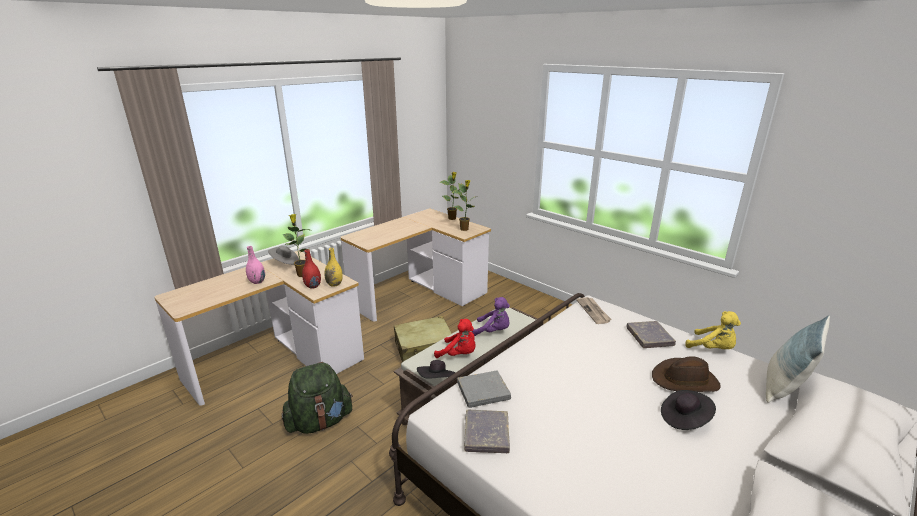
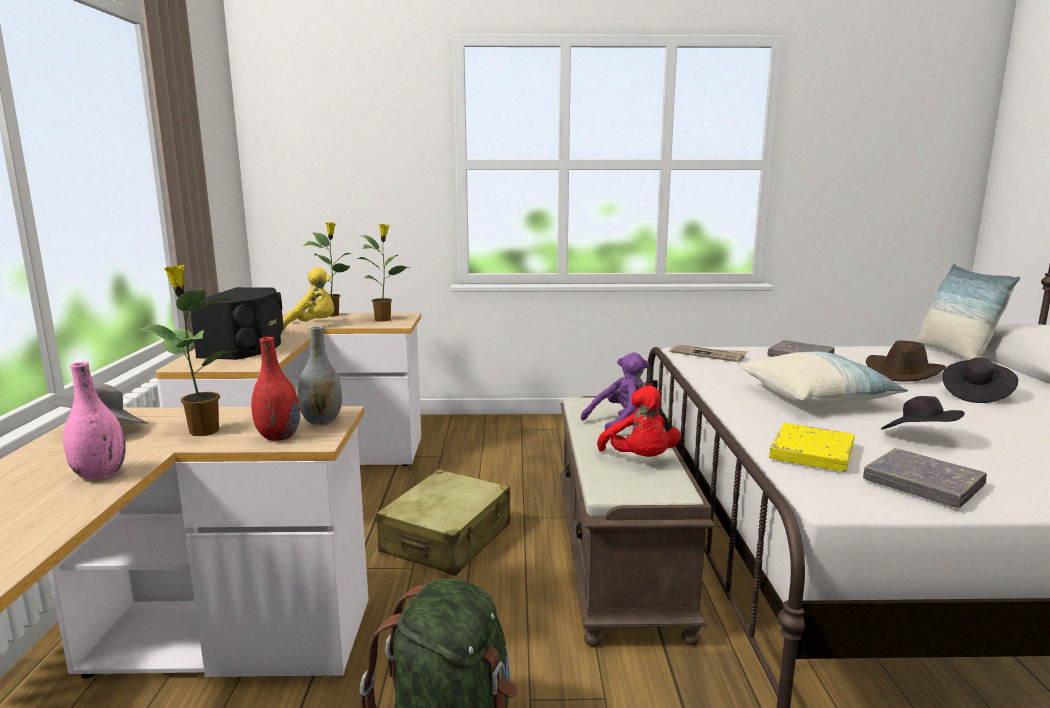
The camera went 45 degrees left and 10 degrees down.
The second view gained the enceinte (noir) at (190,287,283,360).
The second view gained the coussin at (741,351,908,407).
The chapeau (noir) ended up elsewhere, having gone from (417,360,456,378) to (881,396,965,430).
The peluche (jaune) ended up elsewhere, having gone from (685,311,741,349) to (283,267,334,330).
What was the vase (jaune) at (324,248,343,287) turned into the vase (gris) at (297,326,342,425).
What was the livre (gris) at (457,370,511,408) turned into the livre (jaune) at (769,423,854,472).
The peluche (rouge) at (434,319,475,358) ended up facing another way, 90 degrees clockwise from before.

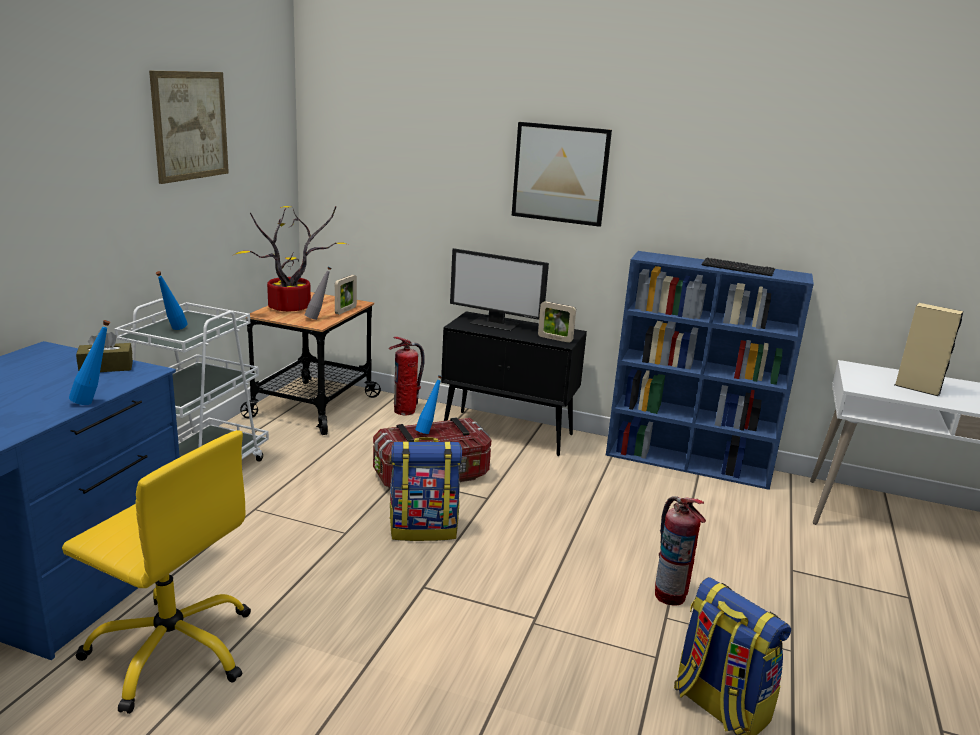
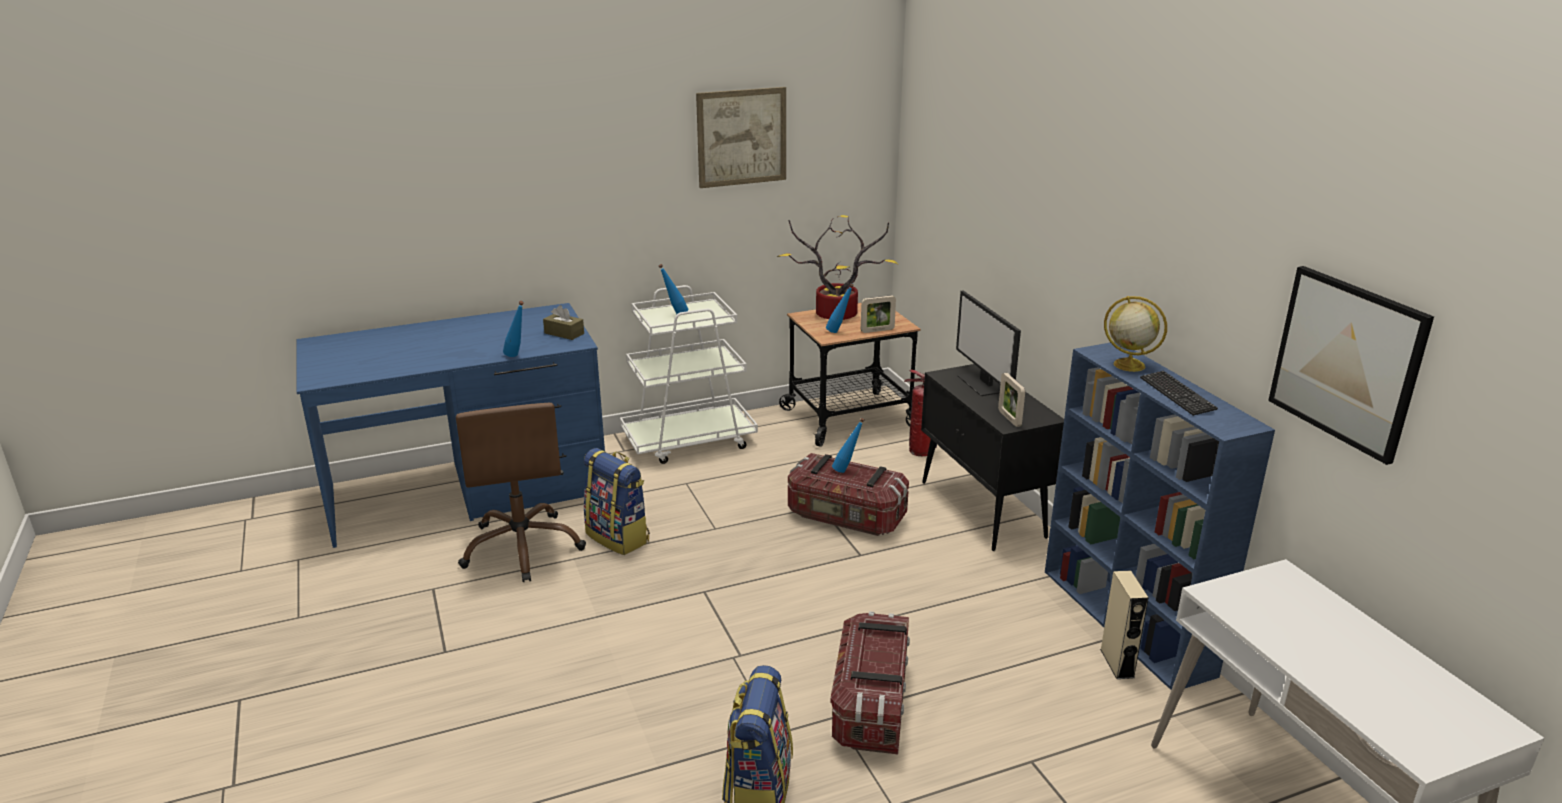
The camera went 50 degrees right and 5 degrees up.
The second view gained the globe at (1104,296,1167,372).
The sac à dos ended up elsewhere, having gone from (390,437,462,541) to (584,448,650,555).
The tableau ended up elsewhere, having gone from (512,122,612,227) to (1268,266,1434,465).
The enceinte (beige) ended up elsewhere, having gone from (895,303,963,397) to (1100,570,1149,679).
Where the extincteur stood at (655,496,706,606), the boîte de rangement came to stand at (830,611,910,754).
What was the chaise de bureau (jaune) at (62,430,251,714) turned into the chaise de bureau (marron) at (456,403,586,582).
What was the bouteille (gris) at (305,267,331,320) turned into the bouteille (bleu) at (826,283,854,333).

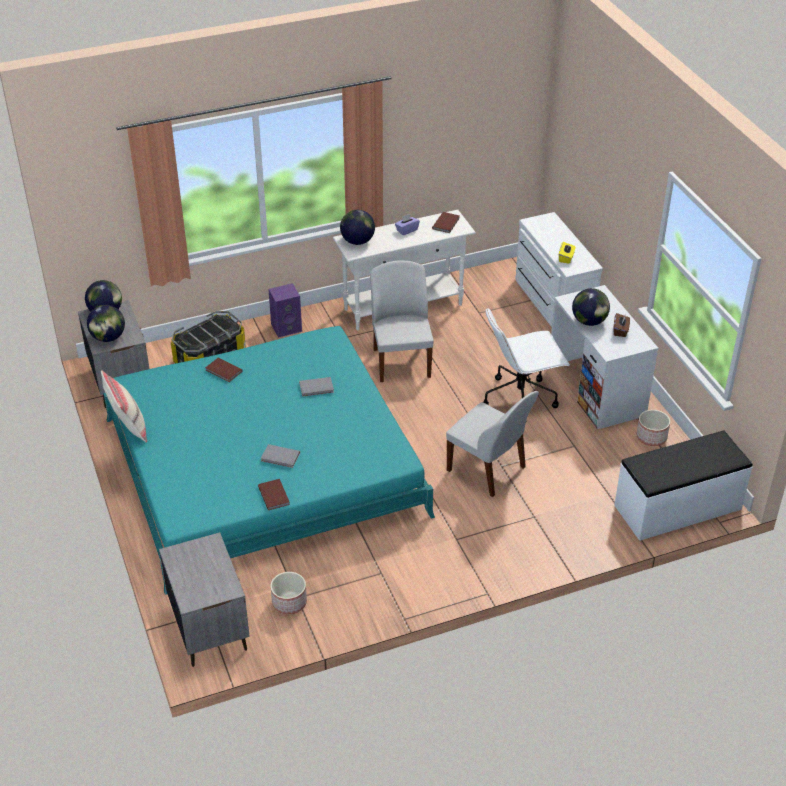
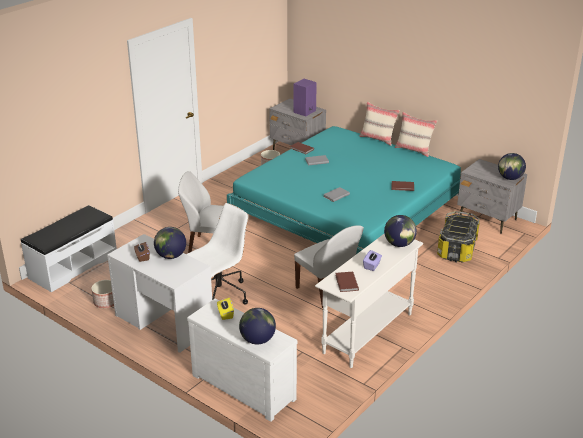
The camera went 150 degrees right and 10 degrees down.
The second view gained the coussin (beige) at (359,102,400,146).
The globe ended up elsewhere, having gone from (87,305,125,342) to (239,308,276,345).
The enceinte (violet) ended up elsewhere, having gone from (268,283,302,338) to (293,79,317,116).

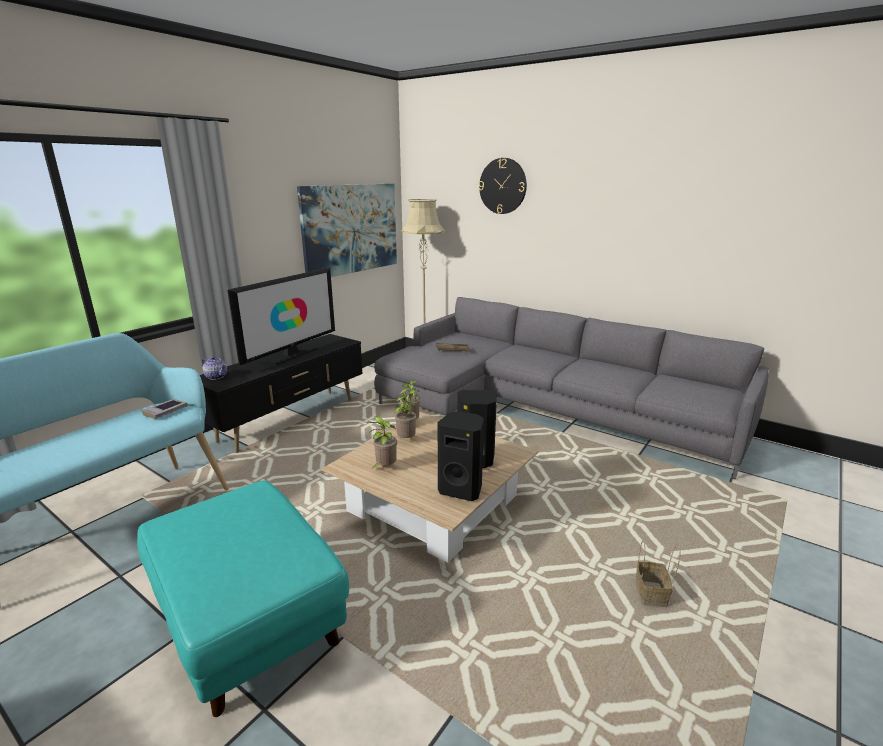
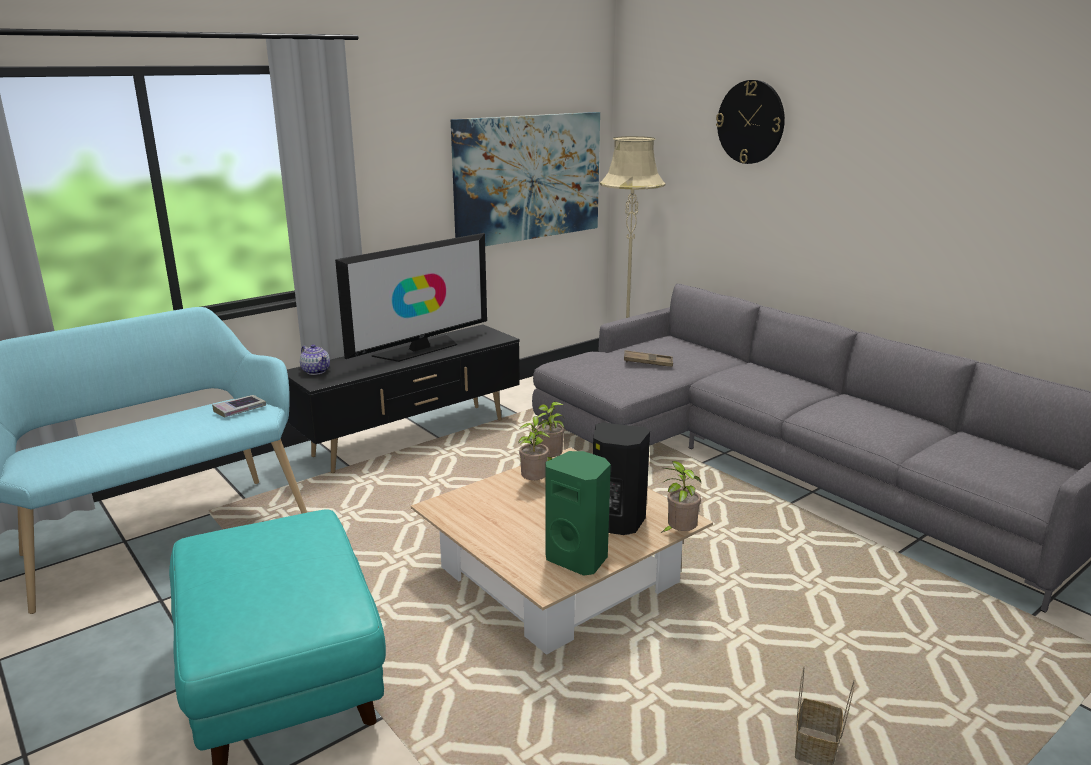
The camera went 15 degrees right and 0 degrees up.
The plante en pot ended up elsewhere, having gone from (367,416,397,468) to (661,461,701,533).
What was the enceinte (noir) at (438,412,484,501) turned into the enceinte (vert) at (546,451,611,576).

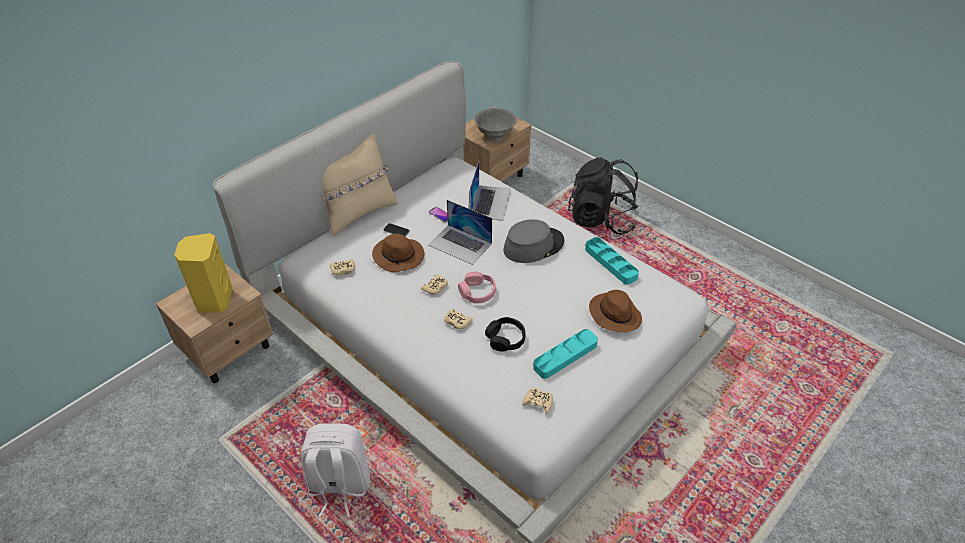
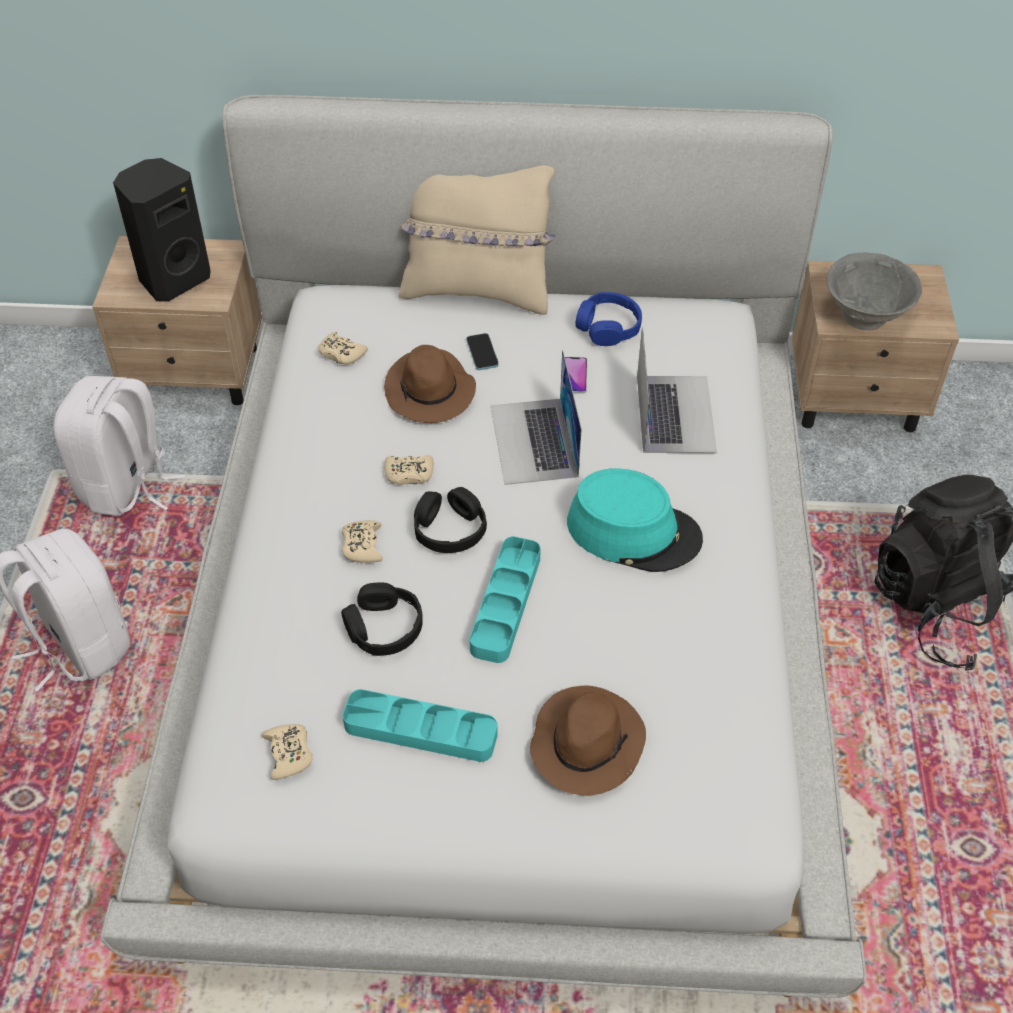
The camera went 50 degrees right and 5 degrees up.
The second view gained the sac à dos (blanc) at (53,376,186,516).
The second view gained the casque audio (bleu) at (575,292,642,346).
The plateau (turquoise) ended up elsewhere, having gone from (585,237,639,285) to (469,536,541,663).
What was the enceinte (jaune) at (174,233,233,313) turned into the enceinte (noir) at (113,158,211,302).
What was the casque audio (rose) at (458,272,496,303) turned into the casque audio (noir) at (414,487,487,553).
What was the chapeau (gris) at (503,219,564,263) turned into the chapeau (turquoise) at (567,468,703,572).
The ordinateur portable at (469,161,511,221) ended up facing another way, 60 degrees counterclockwise from before.

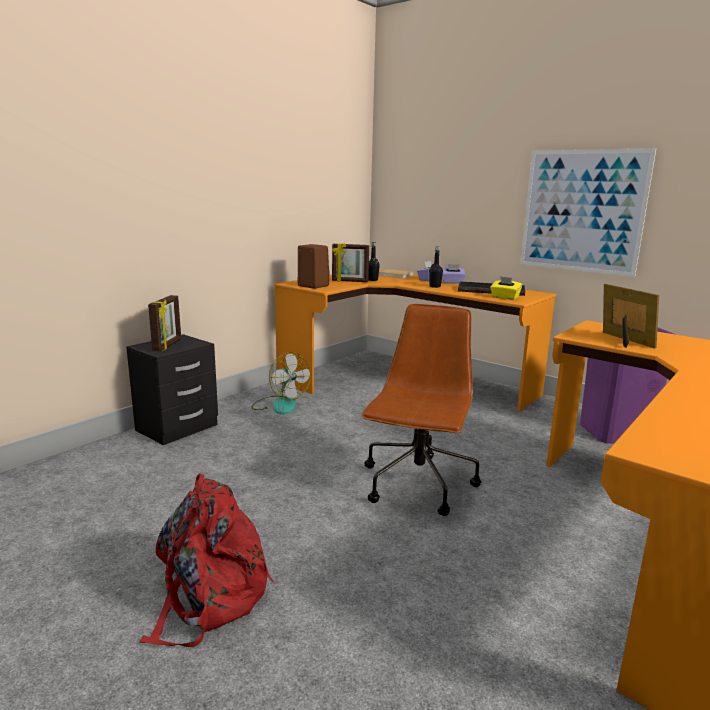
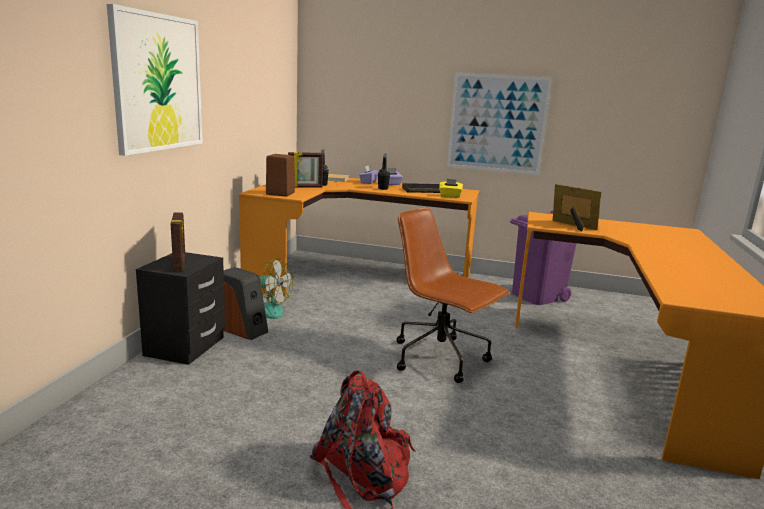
The camera went 25 degrees left and 0 degrees up.
The second view gained the tableau at (107,4,203,156).
The second view gained the enceinte at (223,267,268,340).
The chaise de bureau (marron) at (361,304,482,516) ended up facing another way, 45 degrees counterclockwise from before.

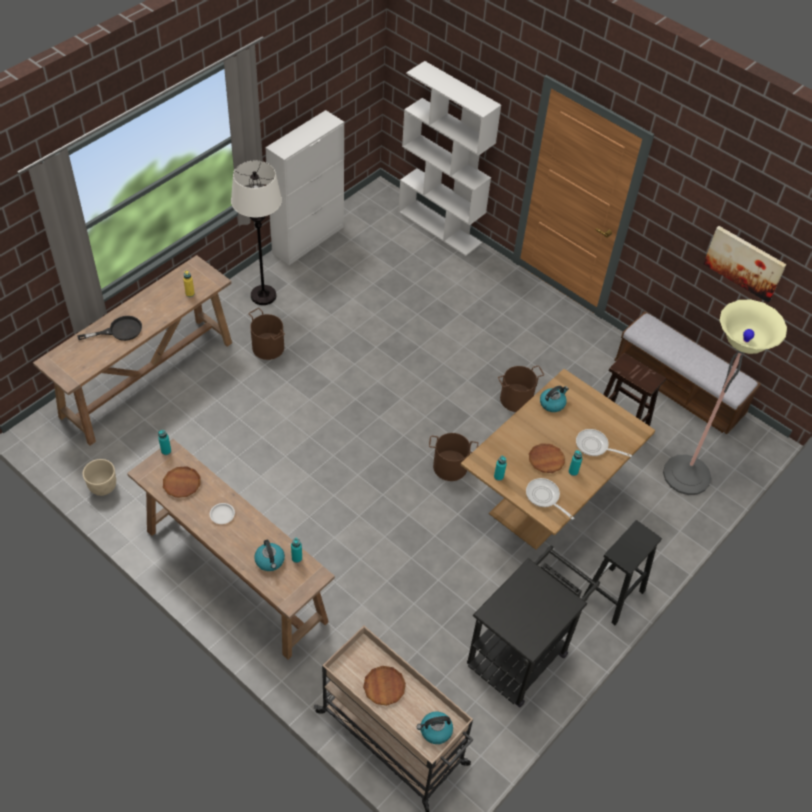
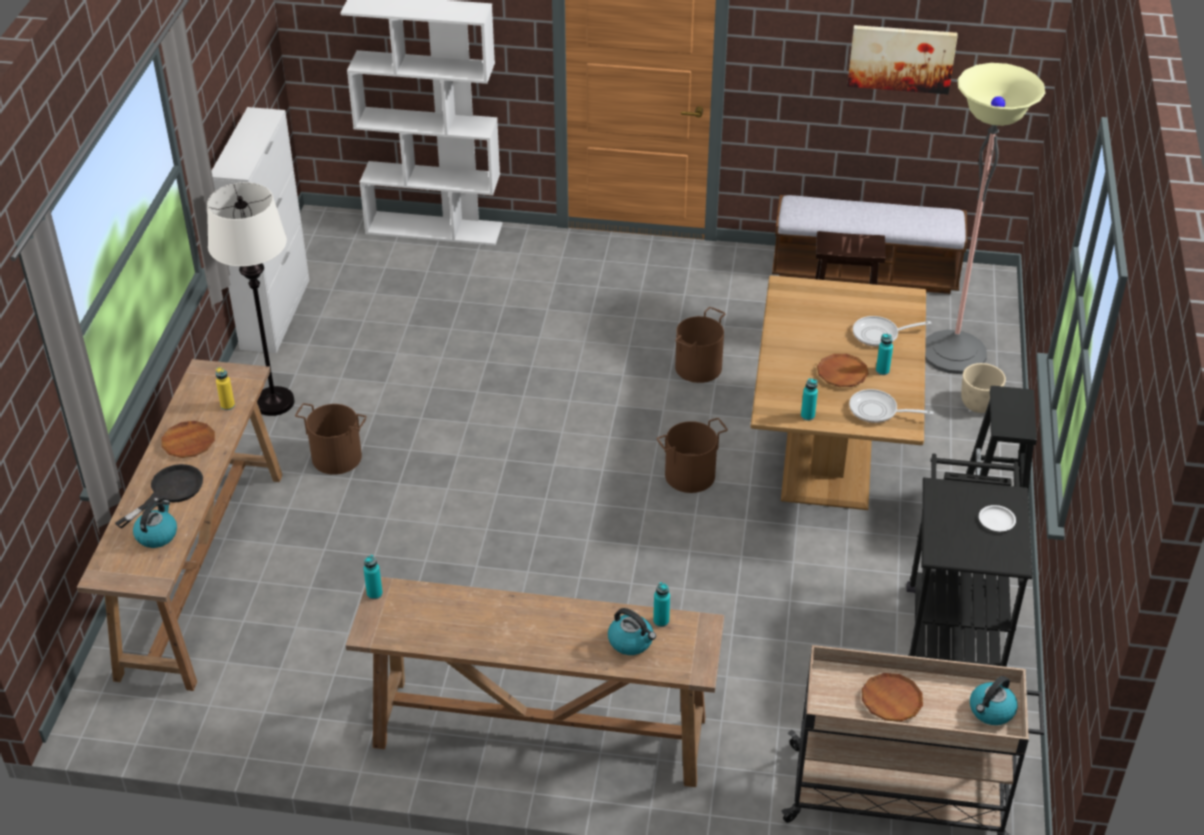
The camera went 30 degrees left and 10 degrees down.
The cache-pot (beige) ended up elsewhere, having gone from (83,459,116,496) to (961,363,1006,413).
The assiette (marron) ended up elsewhere, having gone from (163,466,201,498) to (161,421,215,458).
The assiette (blanc) ended up elsewhere, having gone from (210,503,235,524) to (979,505,1016,531).
The bouilloire ended up elsewhere, having gone from (540,386,569,412) to (133,500,177,548).

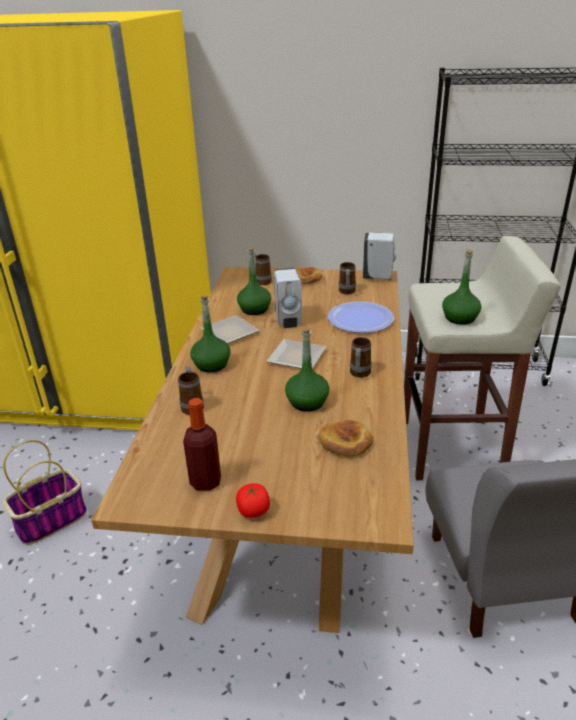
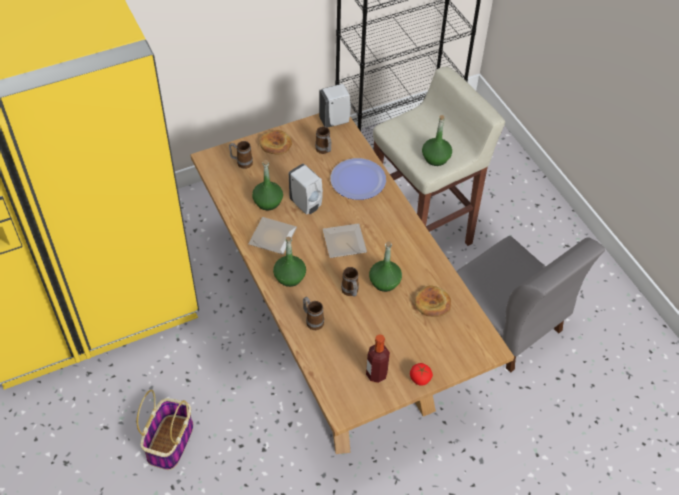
The camera went 35 degrees left and 20 degrees up.
The mug ended up elsewhere, having gone from (350,337,371,378) to (341,267,359,296).

